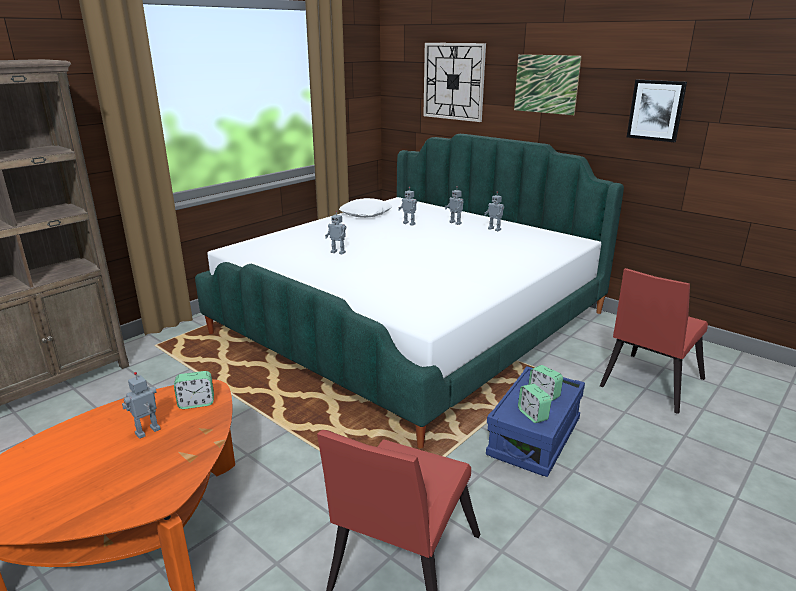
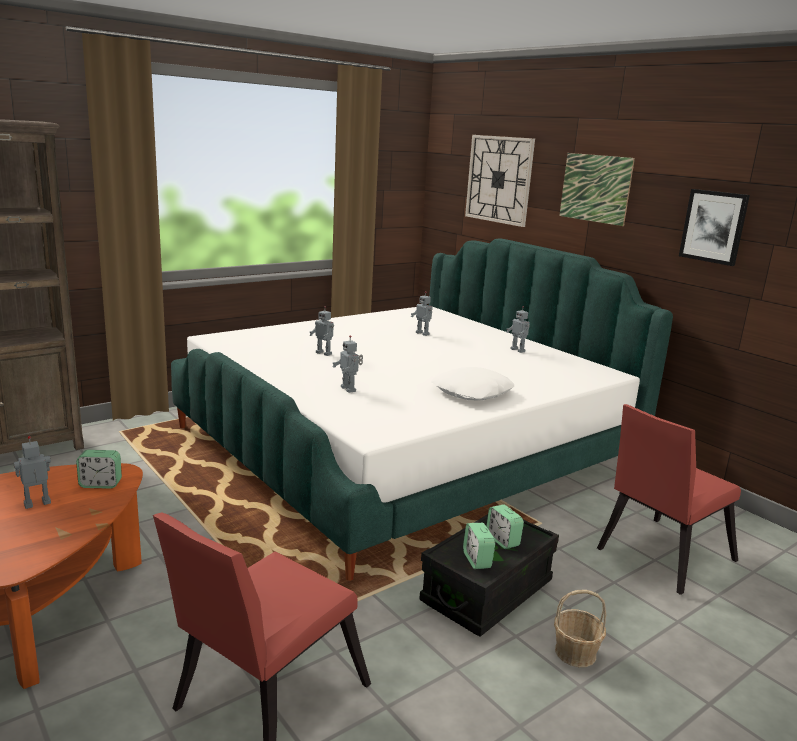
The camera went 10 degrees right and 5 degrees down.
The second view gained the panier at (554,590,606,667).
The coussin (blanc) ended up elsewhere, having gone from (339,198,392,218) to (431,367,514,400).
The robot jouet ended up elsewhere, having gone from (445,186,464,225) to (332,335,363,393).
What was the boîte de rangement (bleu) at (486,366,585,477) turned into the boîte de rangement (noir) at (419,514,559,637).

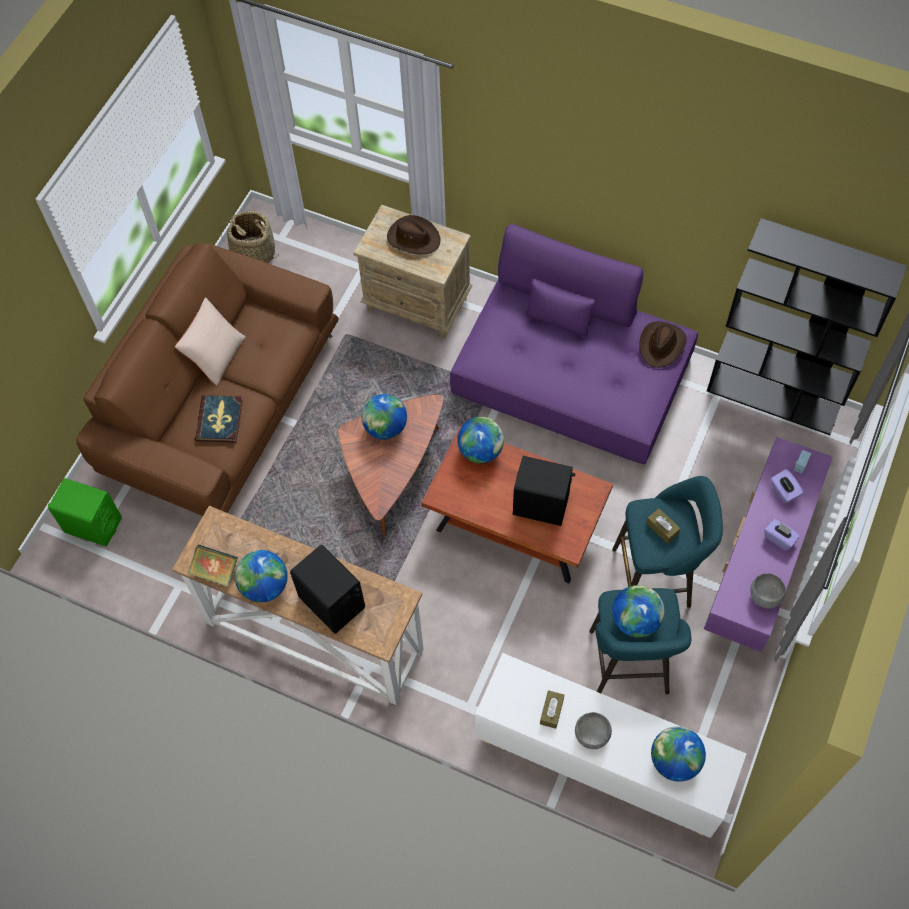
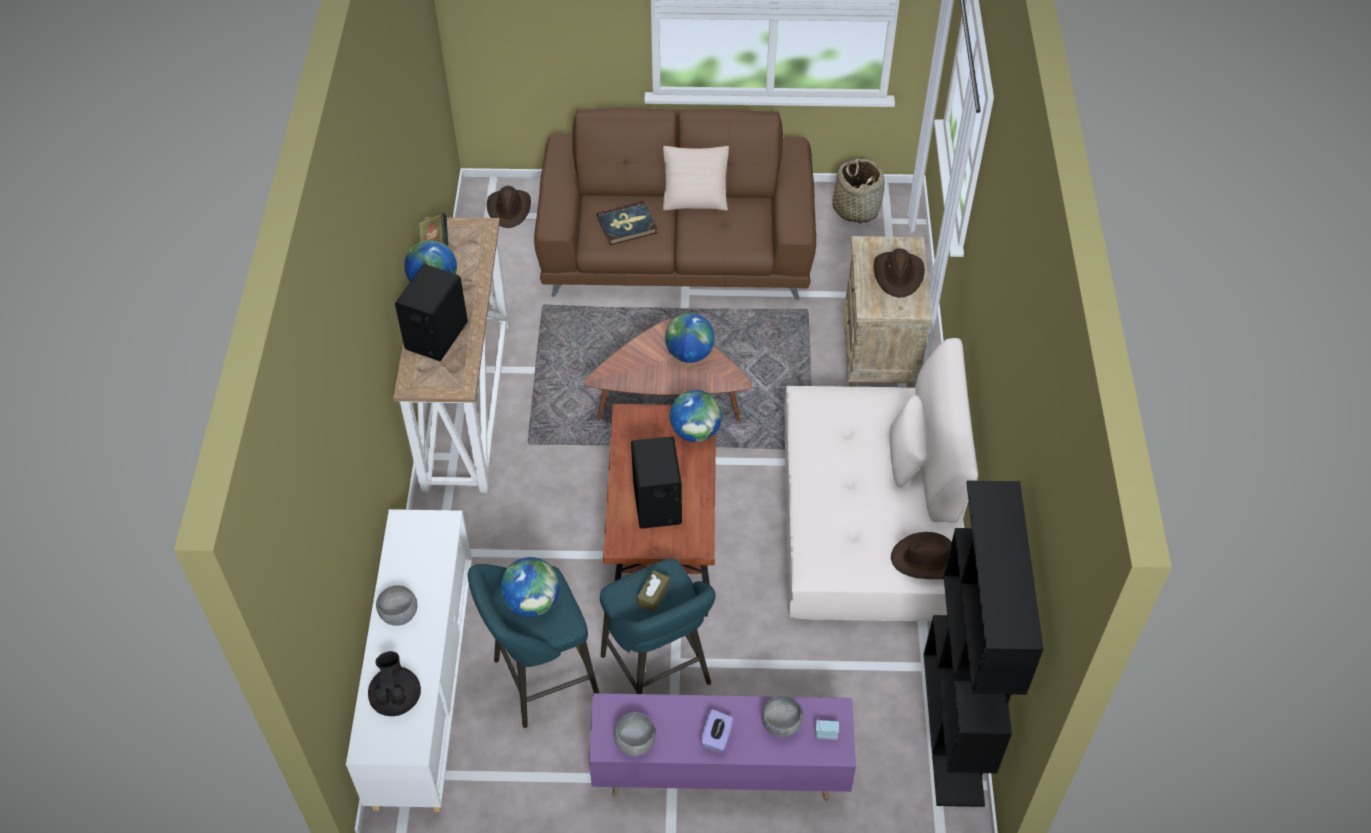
The camera went 65 degrees right and 10 degrees down.
The second view lost the boîte à mouchoirs (marron) at (540,690,564,729).
Where the enceinte (vert) stood at (48,478,122,546), the chapeau (marron) came to stand at (487,186,531,228).
Where the globe stood at (651,726,706,782), the théière (noir) came to stand at (368,651,421,716).
Where the boîte à mouchoirs (violet) stood at (771,469,803,503), the bol (gris) came to stand at (762,695,803,738).
What was the canapé (violet) at (450,223,698,465) turned into the canapé (beige) at (784,338,978,621).

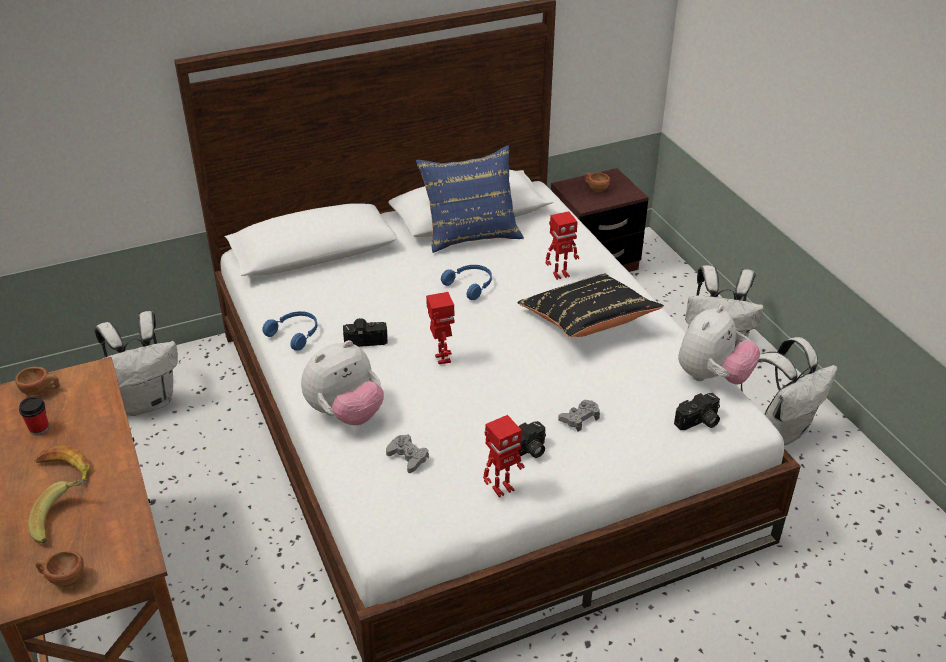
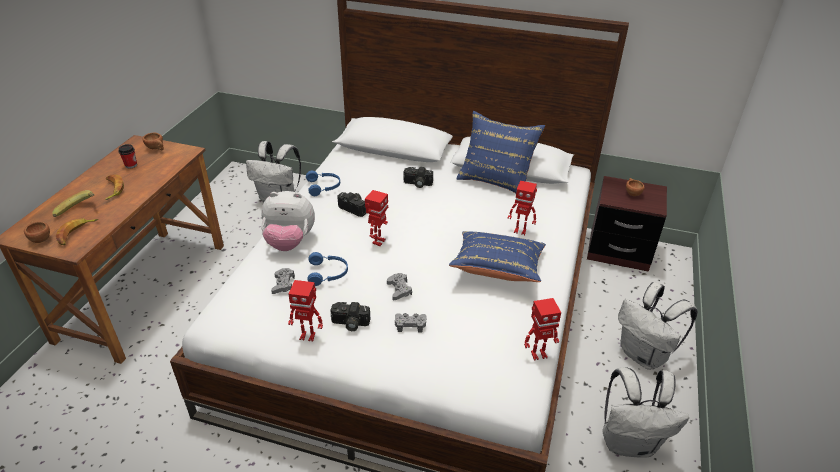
The camera went 40 degrees right and 0 degrees up.
The second view gained the banane at (56,218,99,245).
The second view gained the manette (gris) at (387,273,412,300).
The casque audio (bleu) ended up elsewhere, having gone from (441,265,492,300) to (307,252,348,286).
The appareil photo ended up elsewhere, having gone from (674,393,720,430) to (404,167,433,188).
Where the peluche stood at (678,305,760,384), the robot jouet came to stand at (524,298,561,361).
What was the coussin (noir) at (517,274,664,337) turned into the coussin (bleu) at (449,231,546,282).

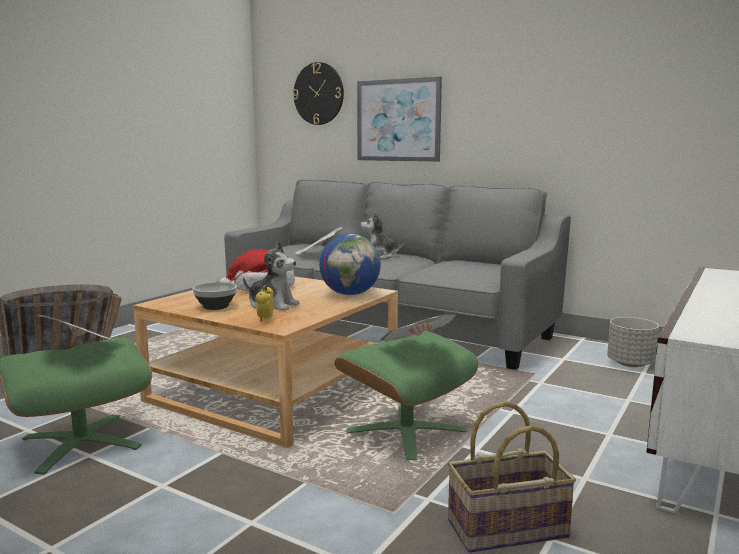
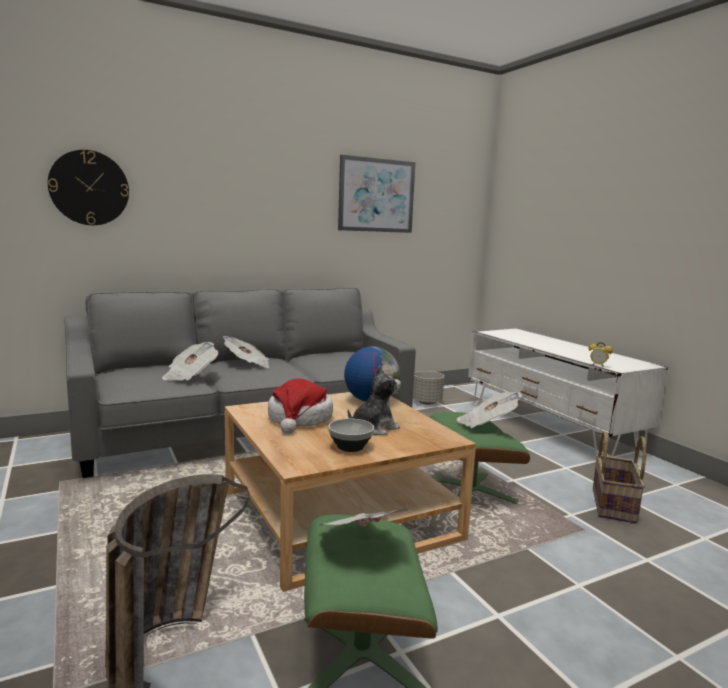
The camera went 60 degrees left and 0 degrees up.
The réveil ended up elsewhere, having gone from (255,285,274,322) to (589,342,613,366).
The tableau ended up elsewhere, having gone from (357,76,442,162) to (338,155,416,233).
Where the peluche stood at (360,212,404,259), the journal came to stand at (223,336,269,368).

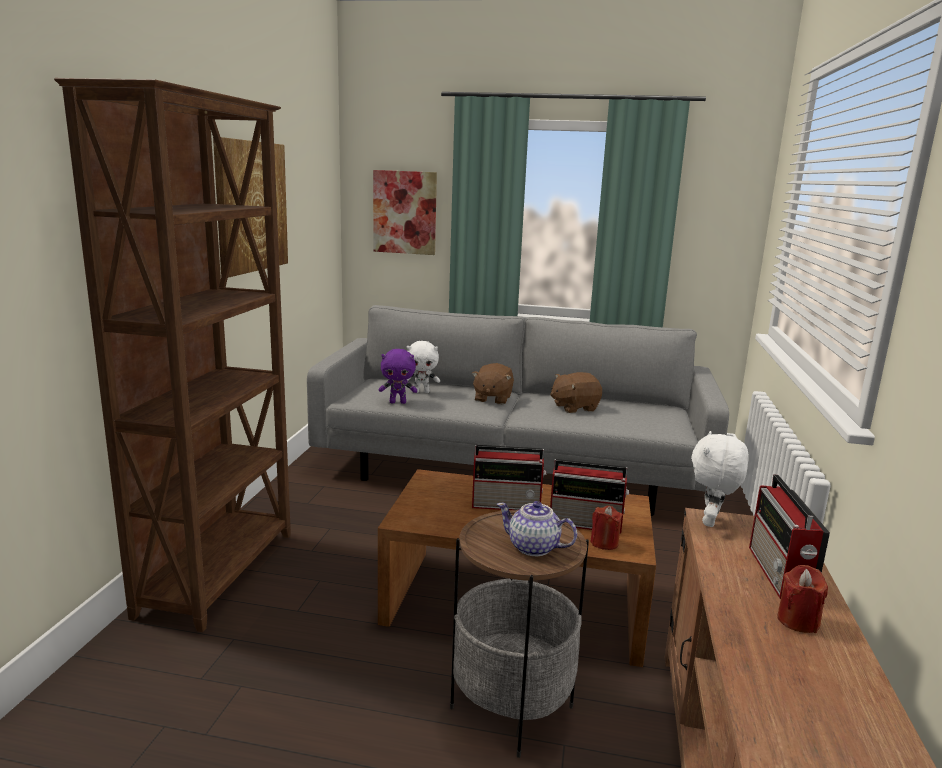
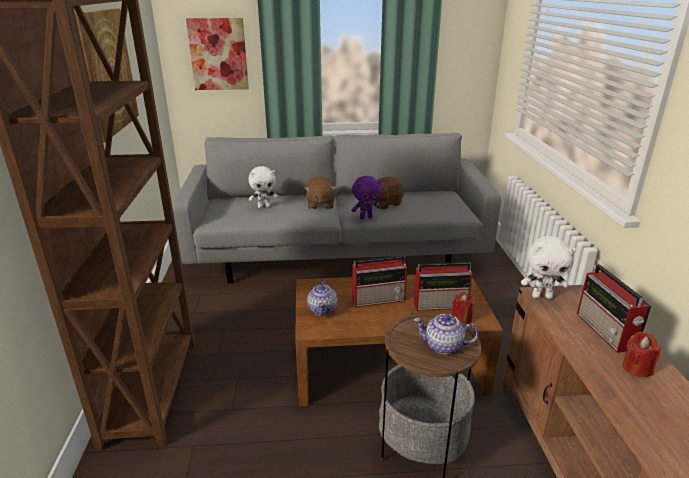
The camera went 15 degrees left and 10 degrees up.
The second view gained the théière at (307,280,338,316).
The peluche (violet) ended up elsewhere, having gone from (379,349,417,404) to (351,176,381,220).
The peluche (blanc) at (691,431,749,527) ended up facing another way, 90 degrees counterclockwise from before.

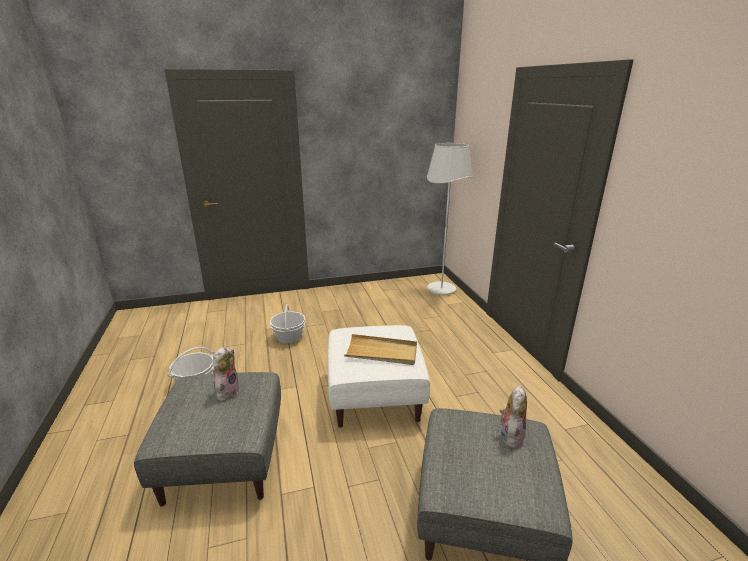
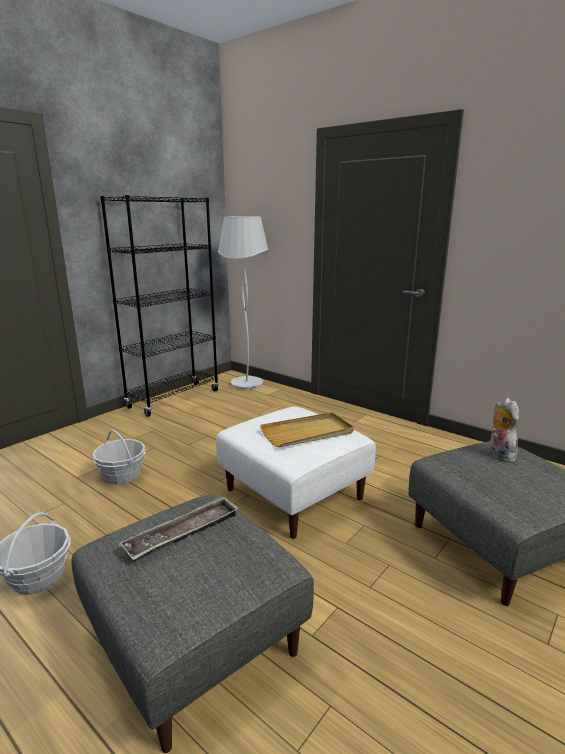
The camera went 35 degrees left and 5 degrees down.
The second view gained the bibliothèque (noir) at (100,195,219,417).
Where the peluche stood at (212,346,240,401), the plateau came to stand at (120,496,239,561).

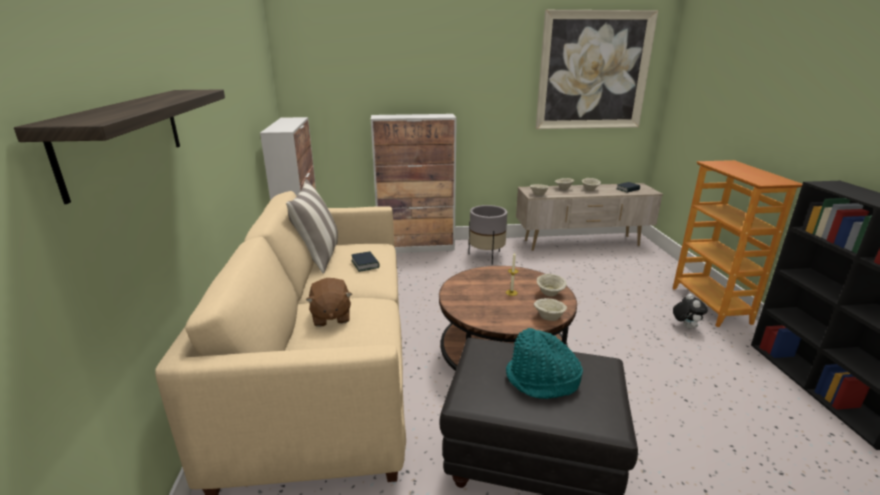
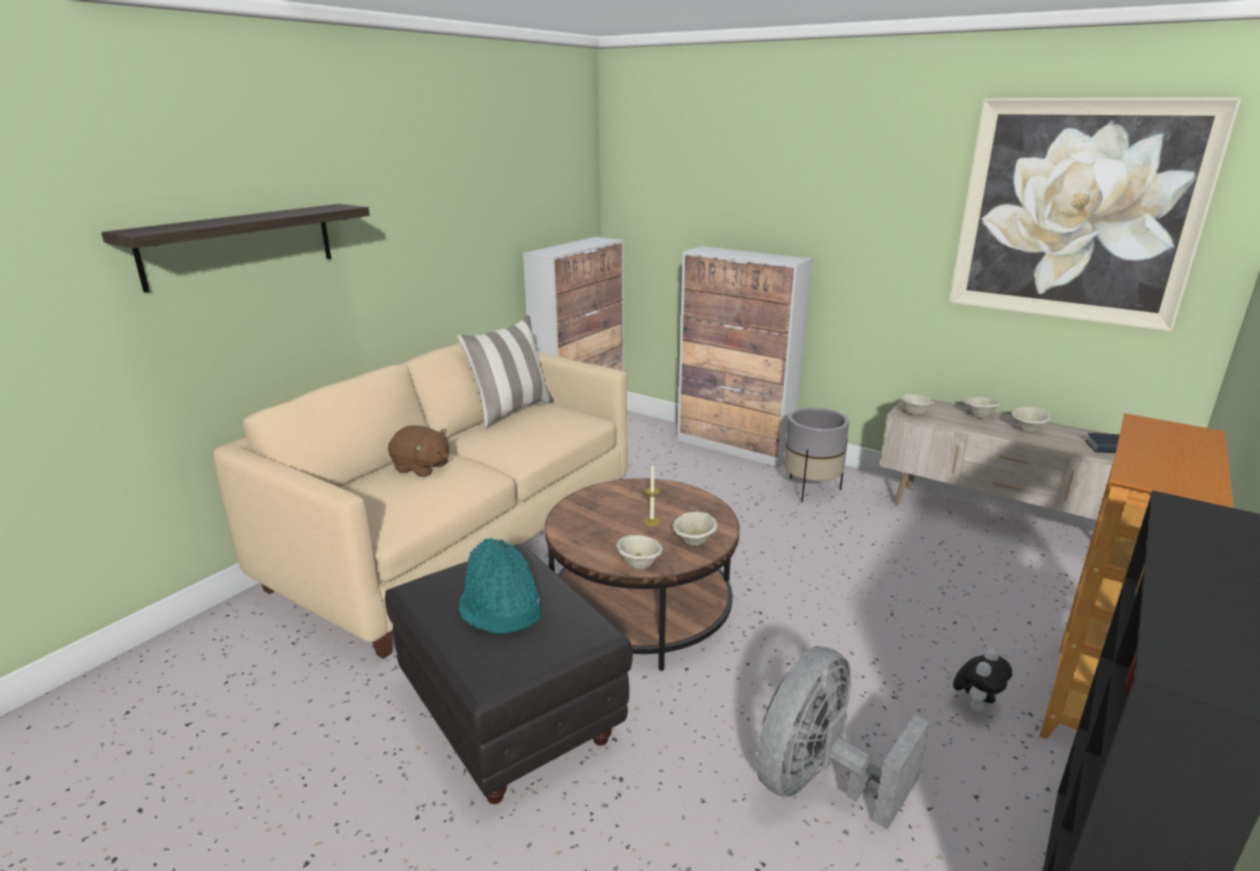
The camera went 40 degrees right and 0 degrees up.
The second view lost the livre at (351,251,379,272).
The second view gained the ventilateur (gris) at (756,646,929,830).
The peluche (marron) at (306,278,352,327) ended up facing another way, 90 degrees counterclockwise from before.

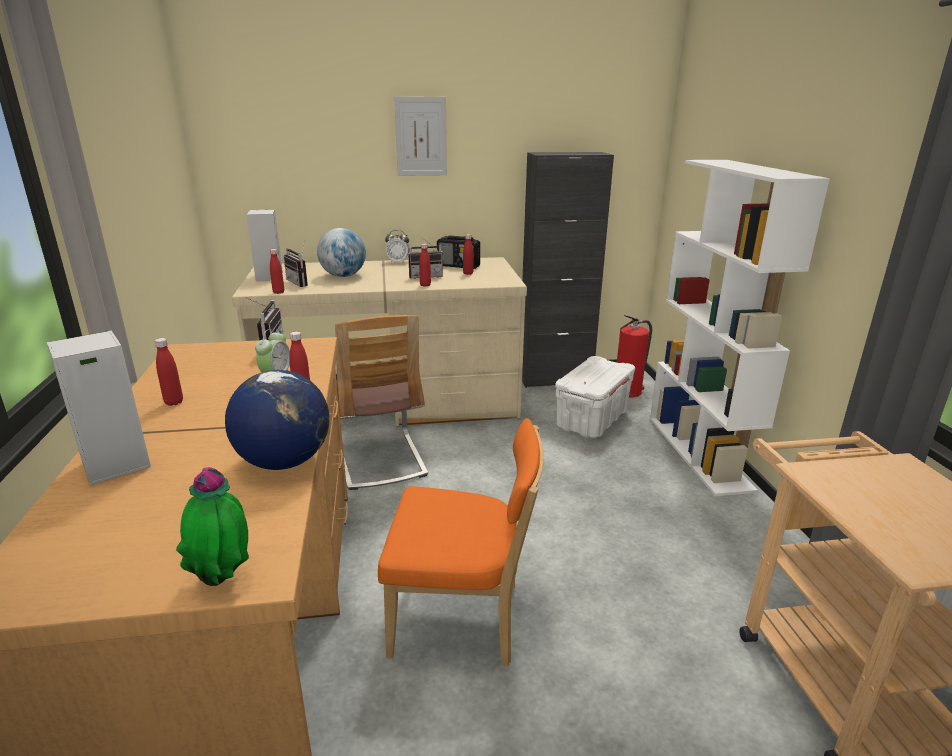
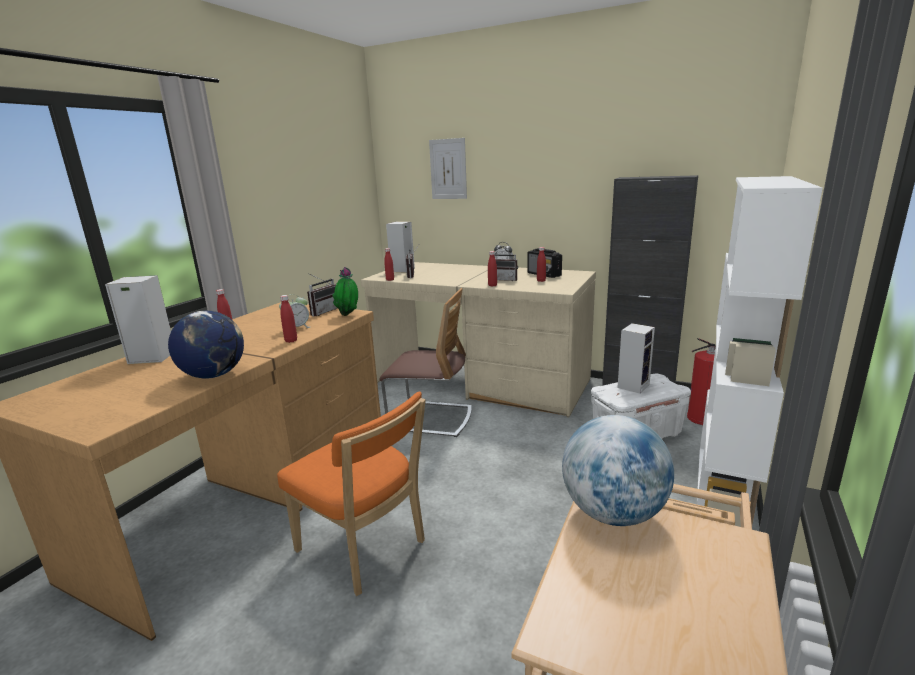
The camera went 35 degrees right and 5 degrees down.
The second view gained the enceinte at (617,323,655,394).
The plante en pot ended up elsewhere, having gone from (176,467,249,586) to (332,267,358,316).
The globe ended up elsewhere, having gone from (317,228,366,277) to (562,415,674,526).
The tableau ended up elsewhere, having gone from (394,96,447,176) to (429,138,467,199).
The chaise at (335,315,428,490) ended up facing another way, 90 degrees counterclockwise from before.

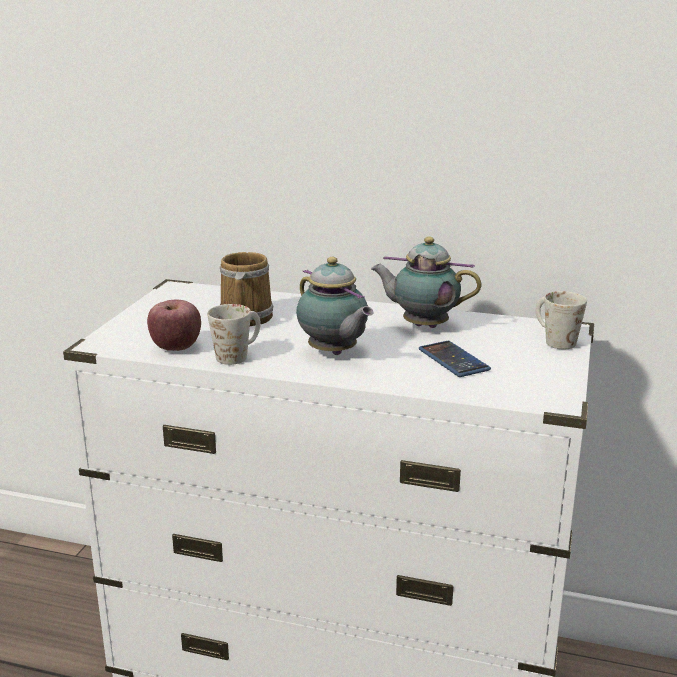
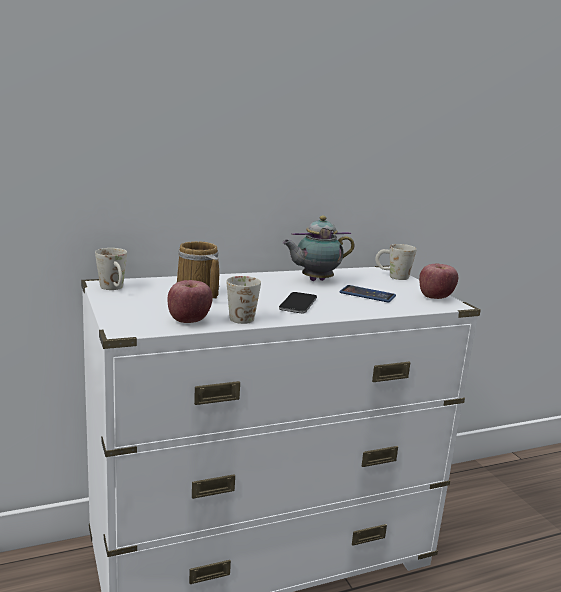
The camera went 40 degrees left and 5 degrees down.
The second view gained the mug (blanc) at (95,248,127,290).
The second view gained the pomme at (419,264,458,299).
Where the théière stood at (296,257,373,355), the téléphone came to stand at (279,292,317,313).

